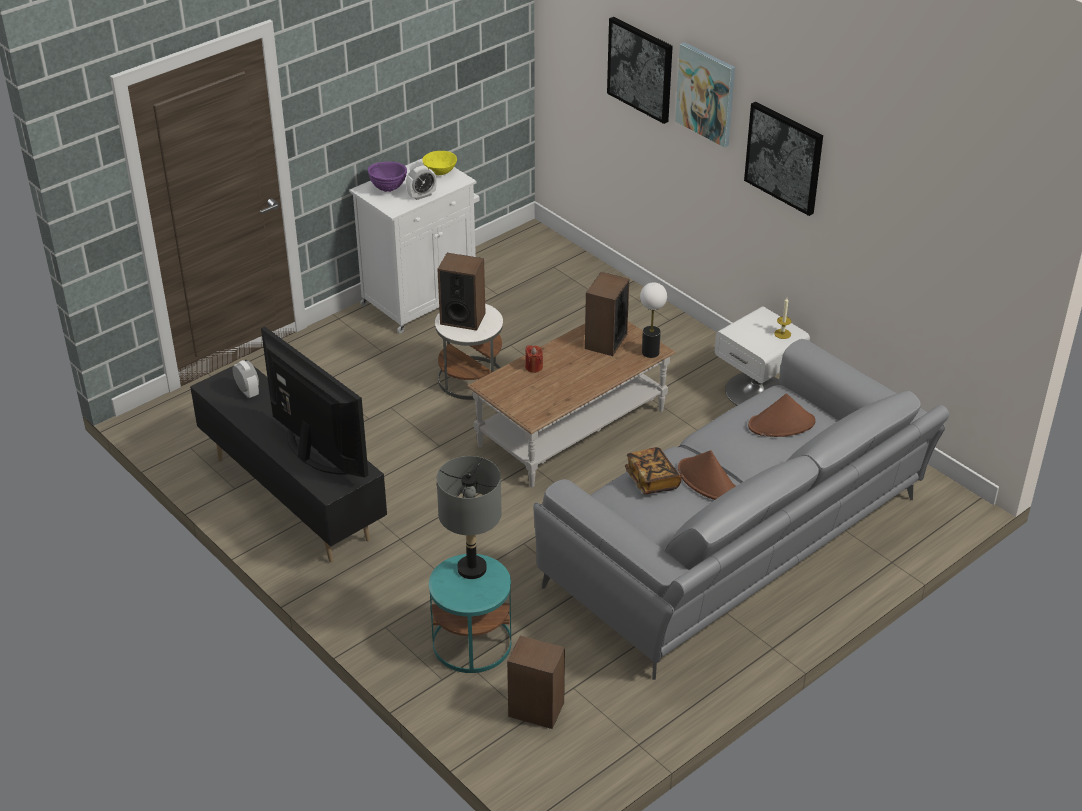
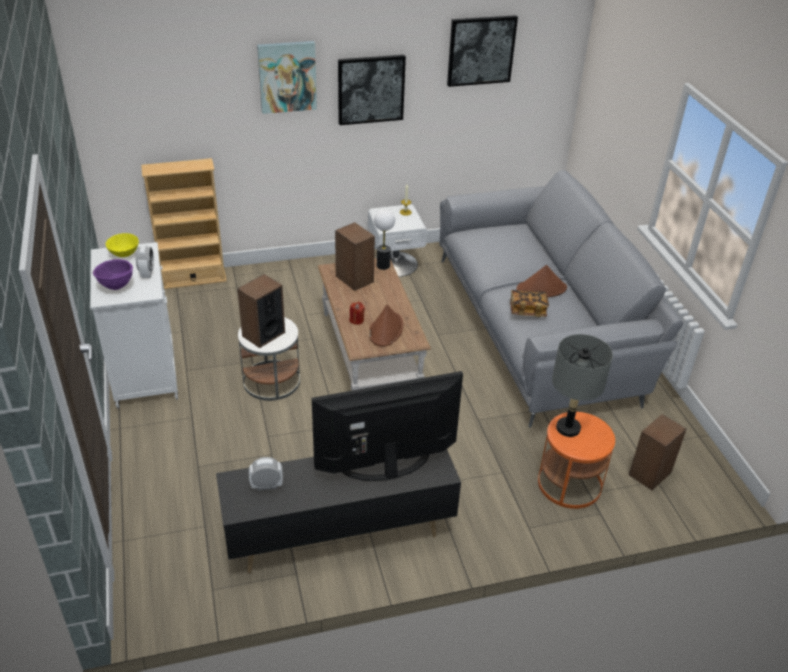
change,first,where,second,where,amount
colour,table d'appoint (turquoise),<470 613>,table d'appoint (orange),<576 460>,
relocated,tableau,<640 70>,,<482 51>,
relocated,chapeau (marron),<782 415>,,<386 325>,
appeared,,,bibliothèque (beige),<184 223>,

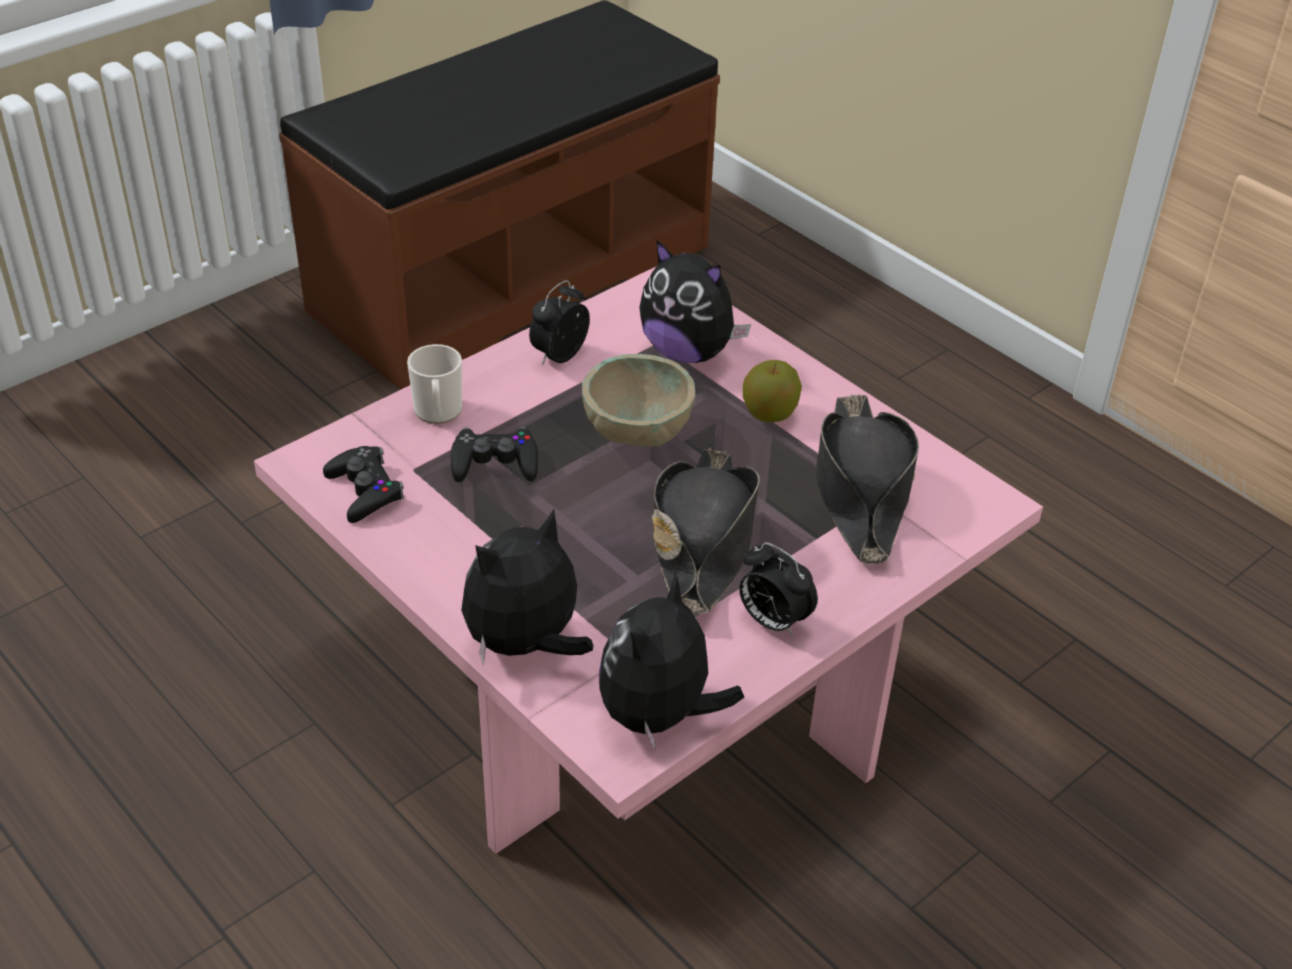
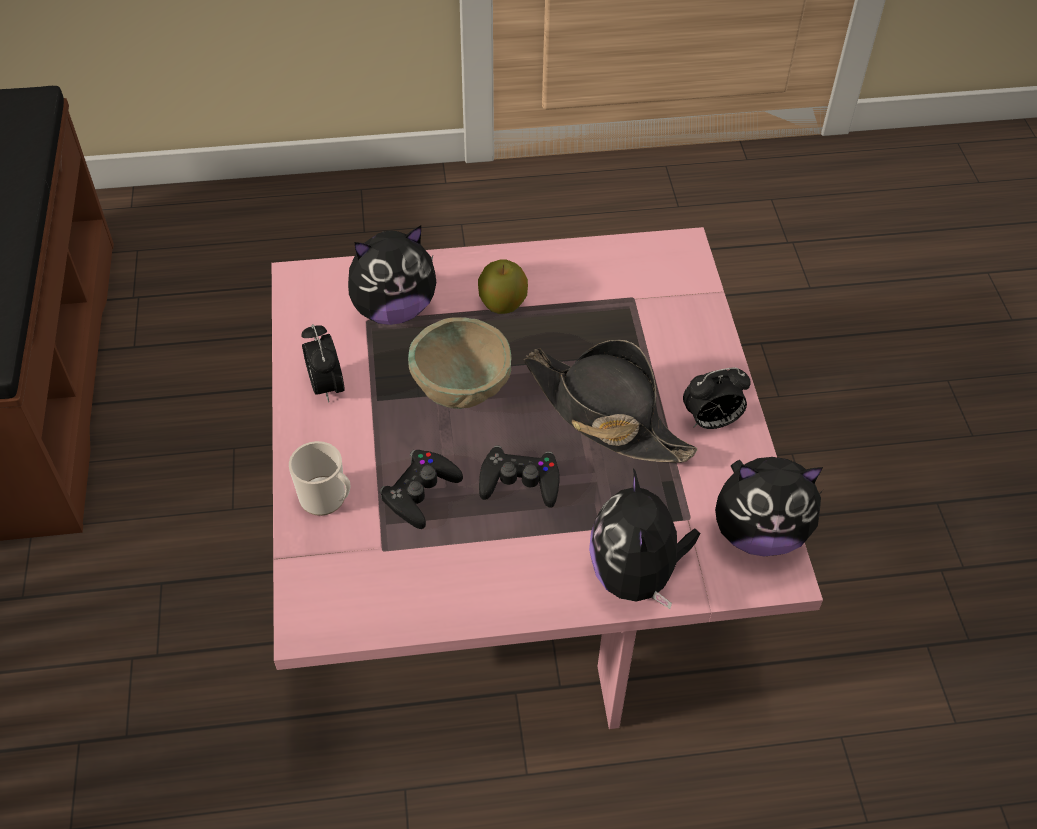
change,first,where,second,where,amount
relocated,manette (noir),<363 484>,,<519 476>,
spun,peluche,<671 661>,,<769 507>,60 degrees counterclockwise
missing,chapeau (noir),<867 479>,,,

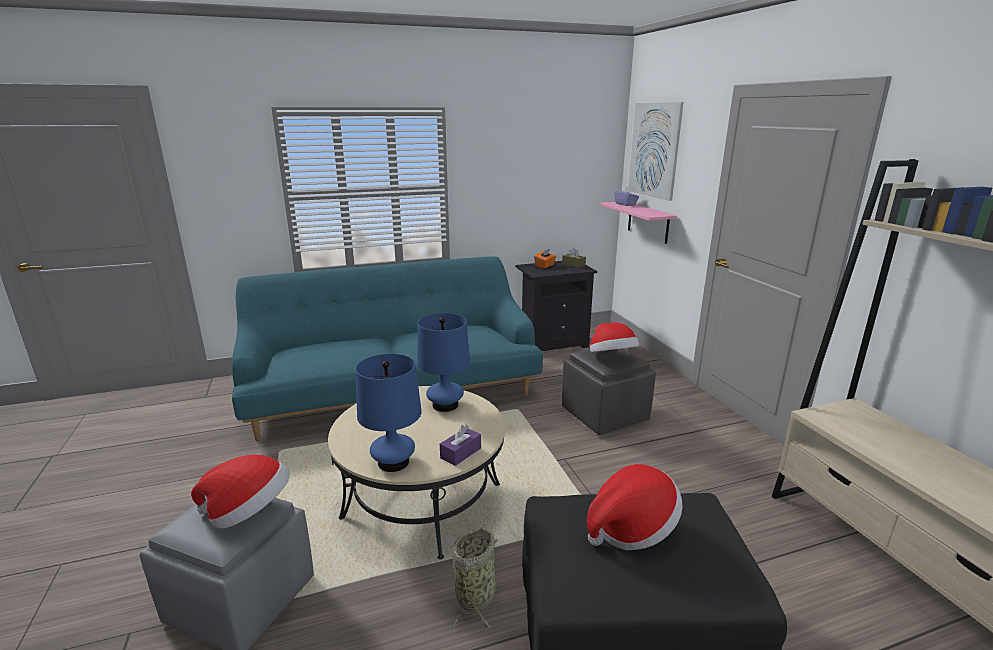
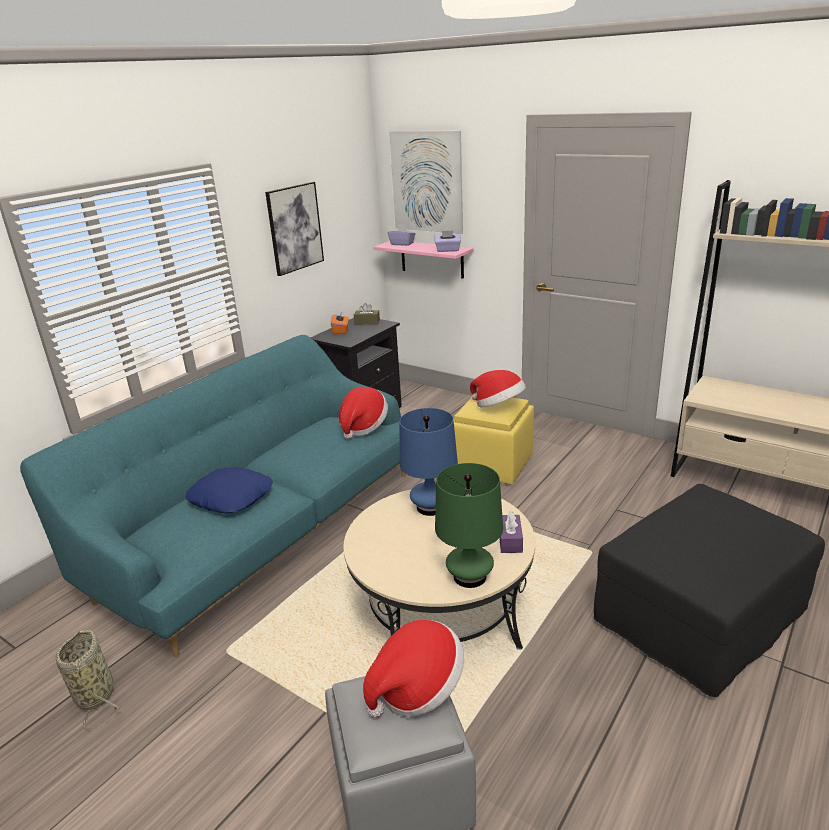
change,first,where,second,where,amount
colour,lampe de table (bleu),<388 413>,lampe de table (vert),<469 525>,
relocated,panier,<474 580>,,<88 680>,
colour,pouf (gris),<609 392>,pouf (jaune),<493 441>,
relocated,chapeau,<635 507>,,<363 413>,
appeared,,,coussin (bleu),<229 490>,
appeared,,,tableau,<294 229>,
appeared,,,boîte à mouchoirs (violet),<447 241>,

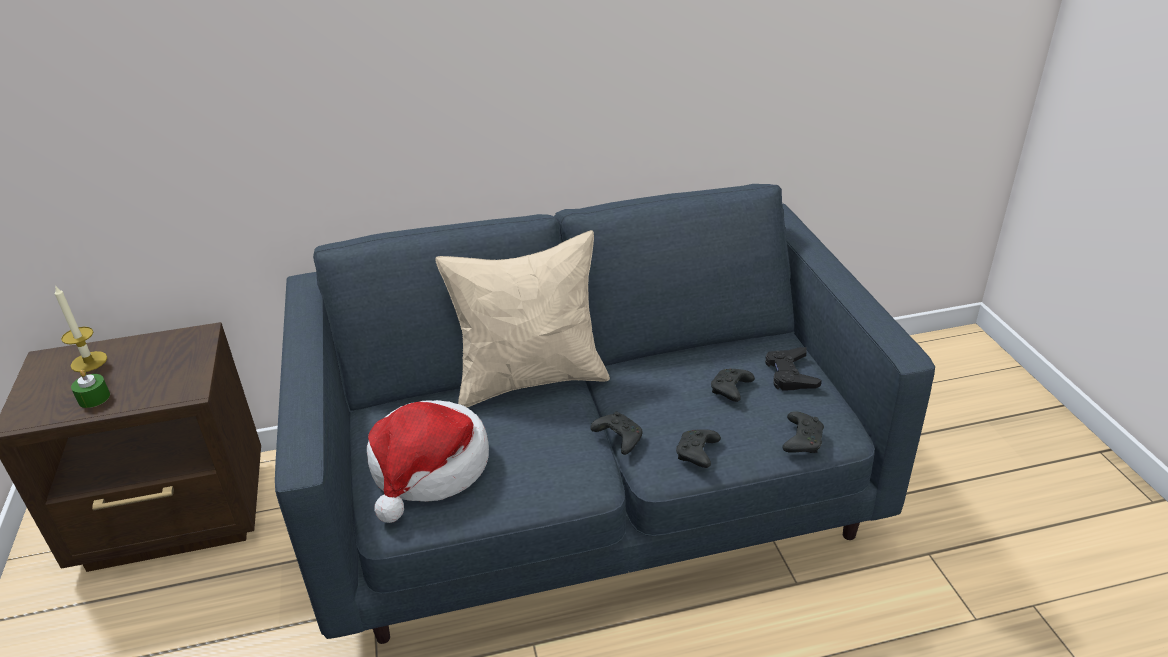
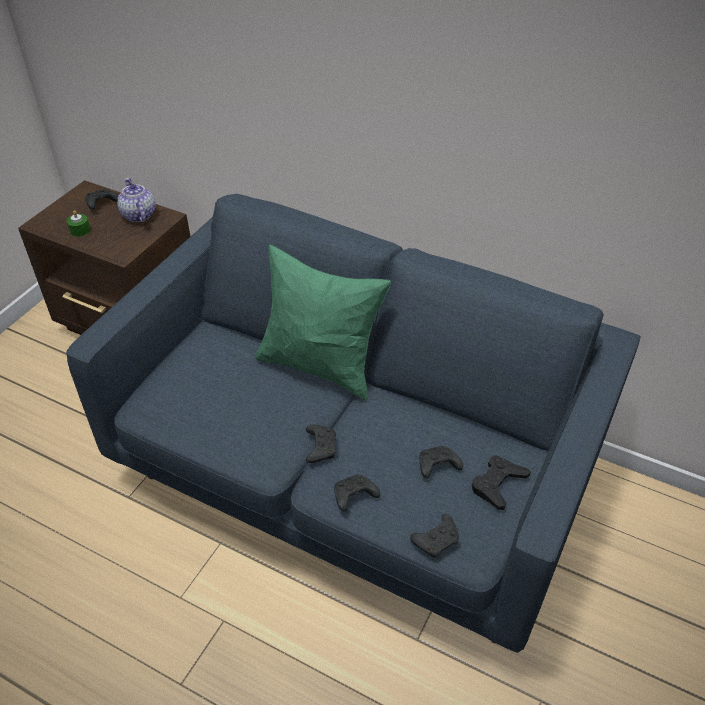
change,first,where,second,where,amount
exchanged,bougie,<81 328>,manette (noir),<102 200>,
missing,chapeau,<428 461>,,,
colour,coussin (beige),<522 318>,coussin (vert),<323 322>,
appeared,,,théière,<136 200>,

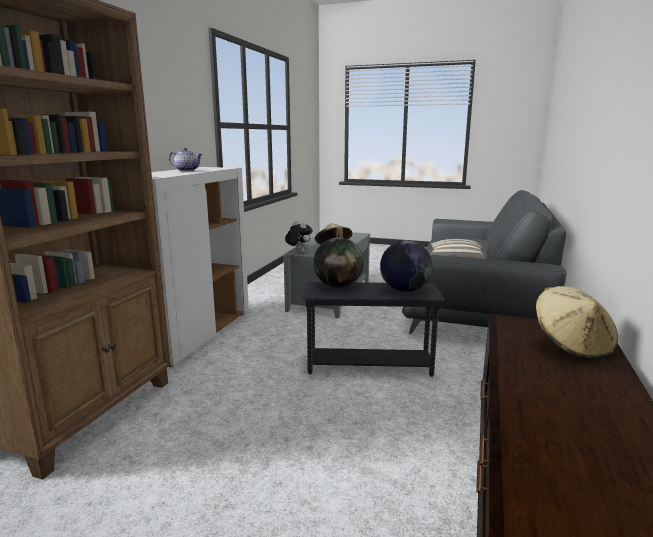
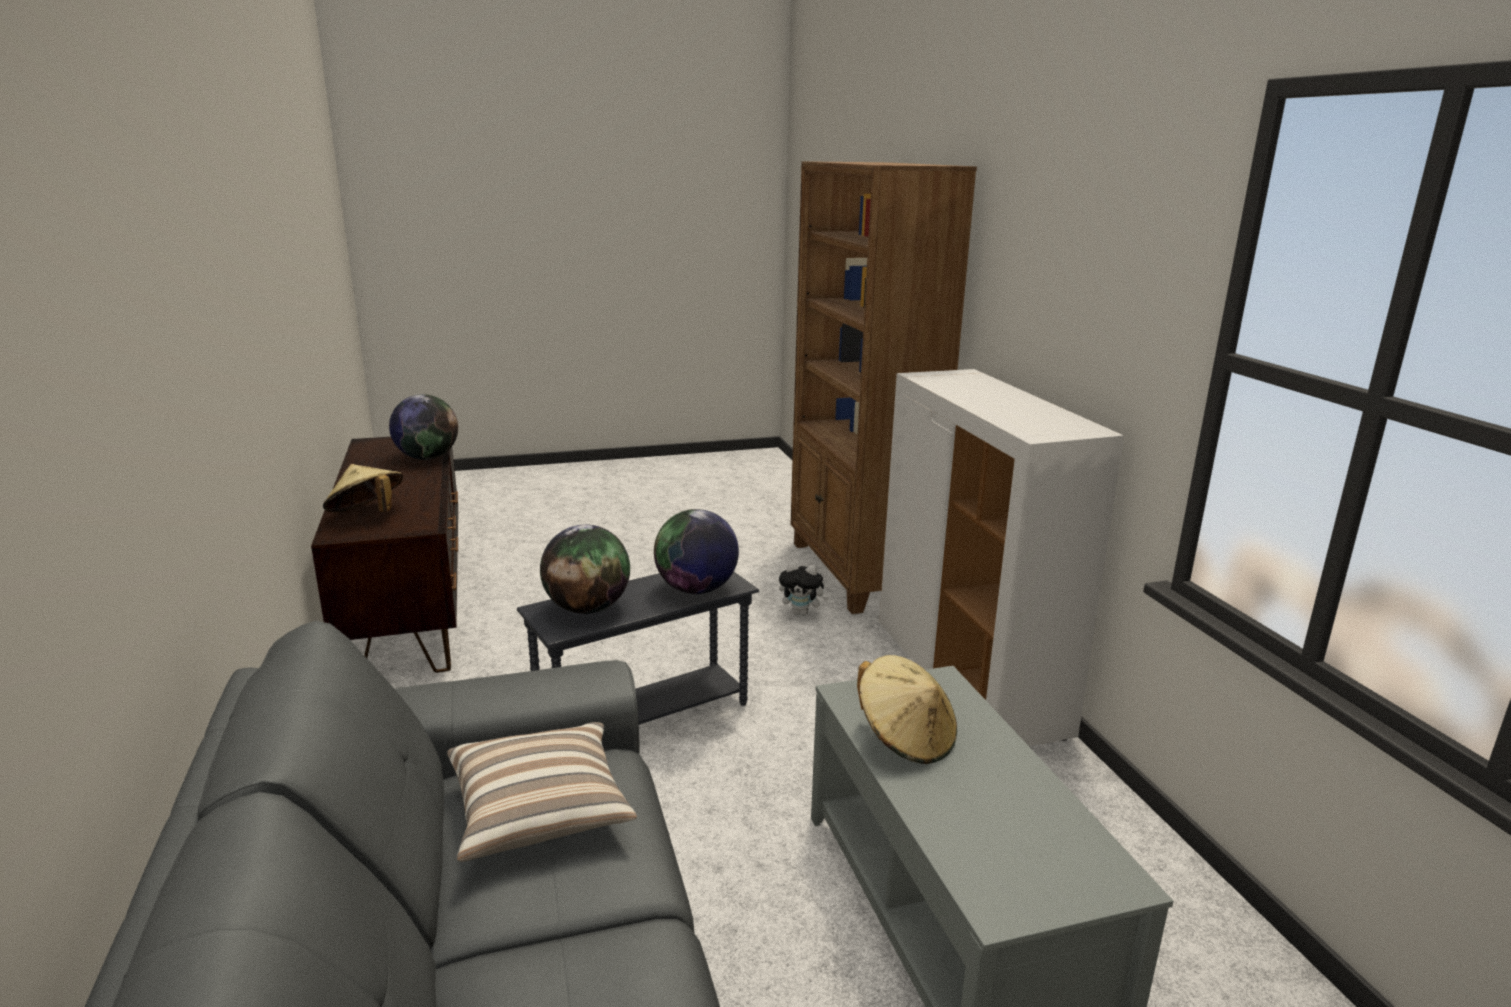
change,first,where,second,where,amount
missing,théière,<186 159>,,,
relocated,peluche,<299 237>,,<804 589>,
appeared,,,globe,<423 427>,

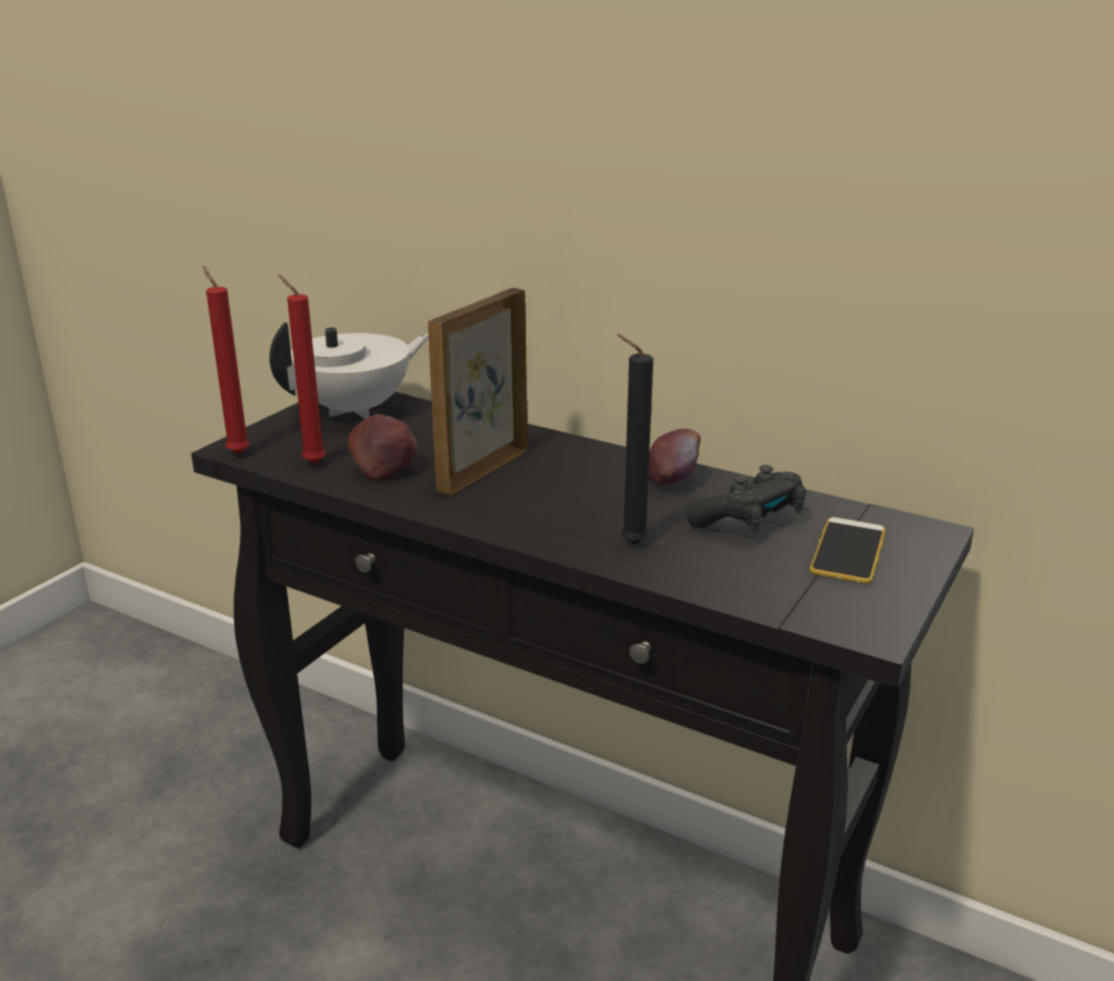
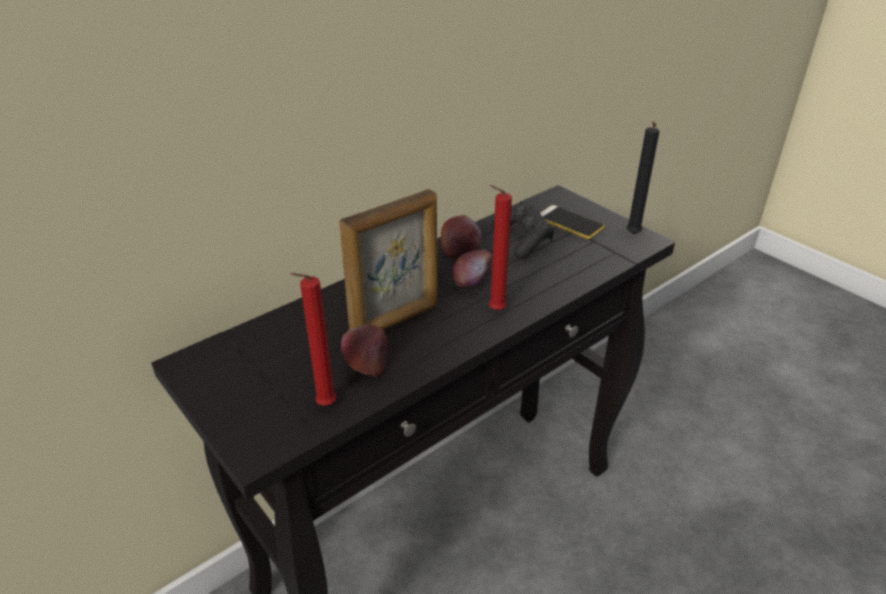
change,first,where,second,where,amount
relocated,bougie (rouge),<226 359>,,<500 247>,
missing,théière (blanc),<349 370>,,,
spun,cadre photo,<478 391>,,<388 259>,90 degrees counterclockwise
relocated,bougie (noir),<634 439>,,<643 178>,
appeared,,,pomme,<472 268>,

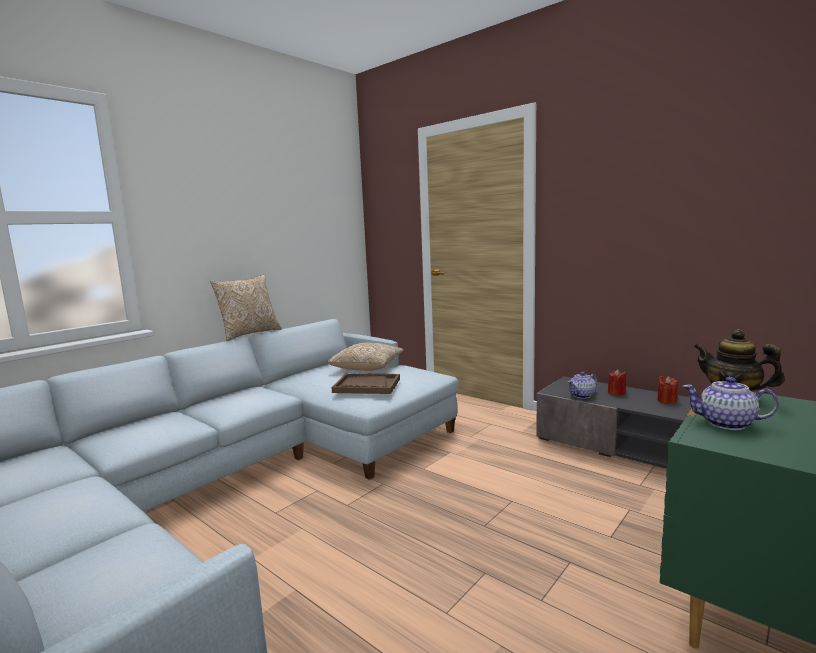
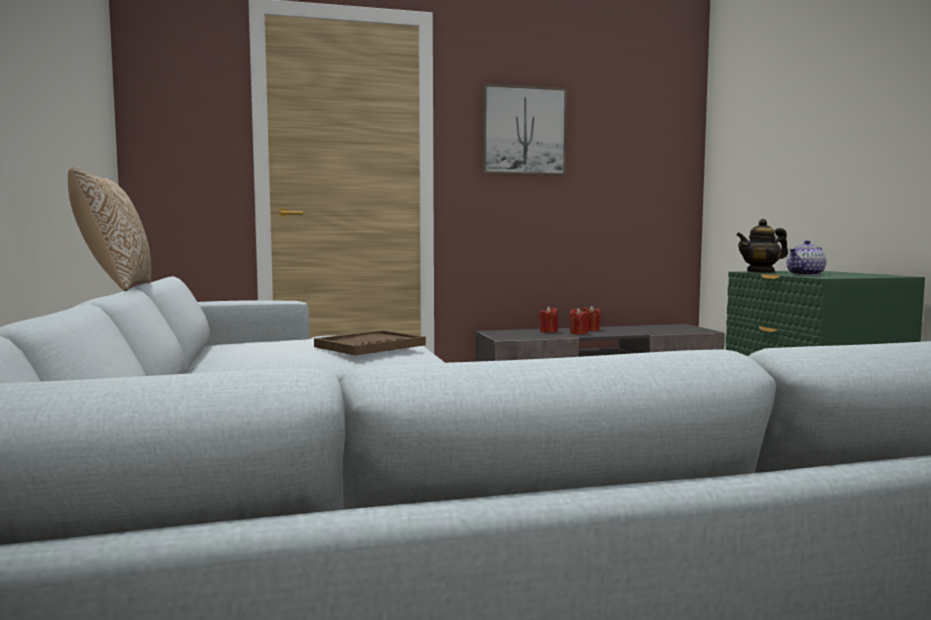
change,first,where,second,where,amount
missing,coussin,<365 357>,,,
missing,théière,<582 385>,,,
appeared,,,tableau,<525 130>,
appeared,,,bougie (rouge),<578 321>,

